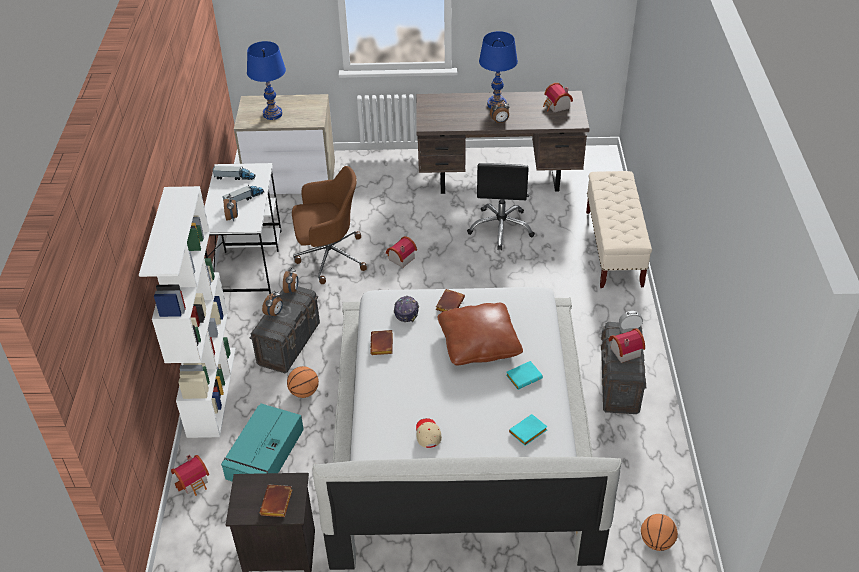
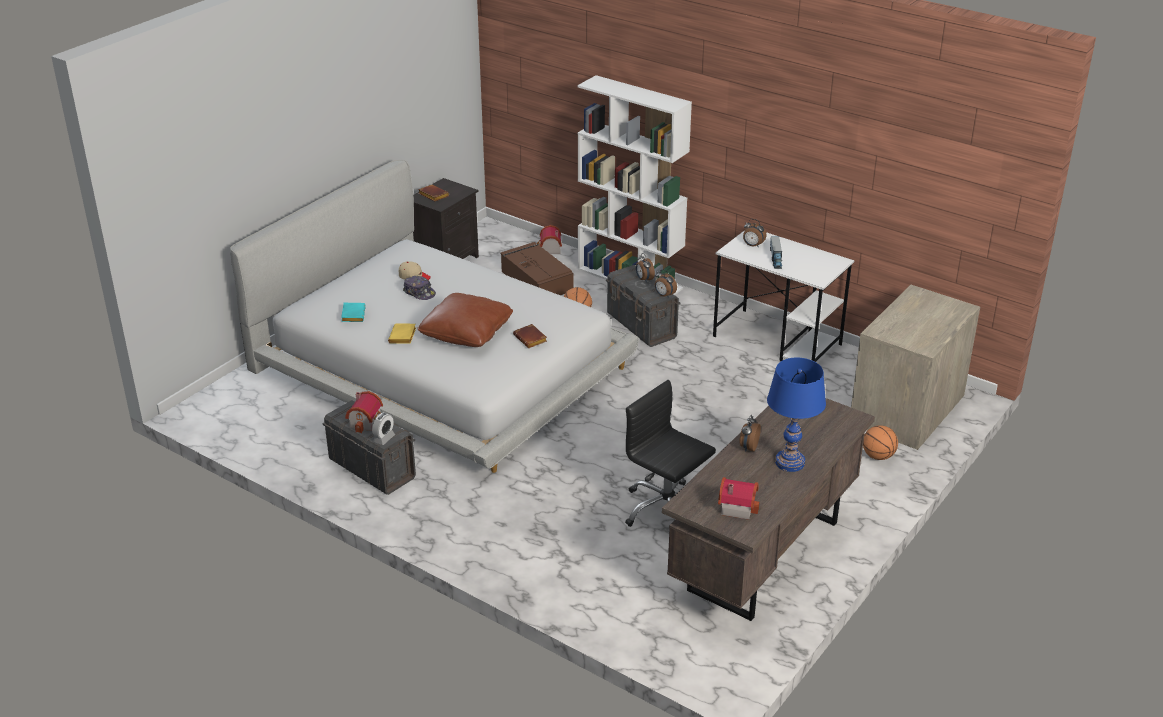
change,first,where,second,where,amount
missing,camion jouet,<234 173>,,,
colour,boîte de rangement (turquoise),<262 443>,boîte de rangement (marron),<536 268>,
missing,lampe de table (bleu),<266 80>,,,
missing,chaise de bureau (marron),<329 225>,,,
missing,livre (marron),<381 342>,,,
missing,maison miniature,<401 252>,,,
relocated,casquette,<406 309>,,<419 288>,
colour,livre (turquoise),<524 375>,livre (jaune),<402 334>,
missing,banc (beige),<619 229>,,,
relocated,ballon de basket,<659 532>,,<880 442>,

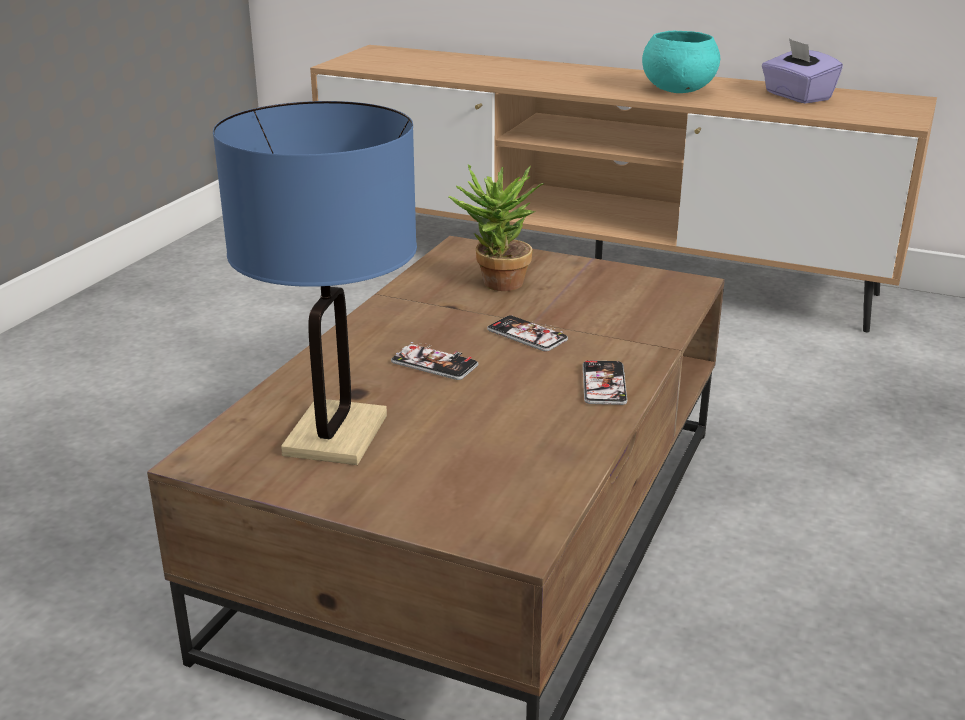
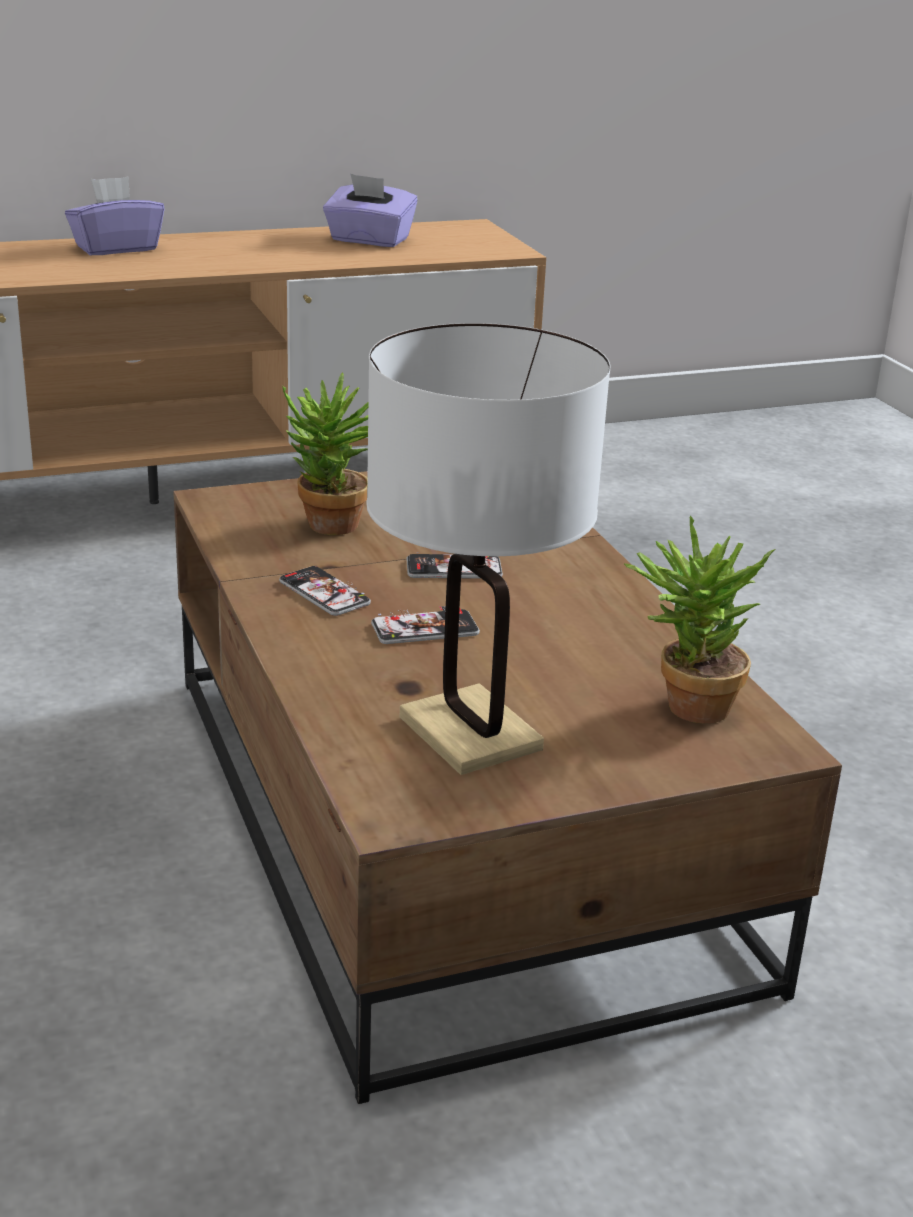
change,first,where,second,where,amount
colour,lampe de table (bleu),<315 283>,lampe de table (blanc),<488 549>,
relocated,téléphone,<605 382>,,<325 590>,
missing,bol (turquoise),<681 62>,,,
appeared,,,boîte à mouchoirs (violet),<115 215>,
appeared,,,plante en pot,<699 619>,

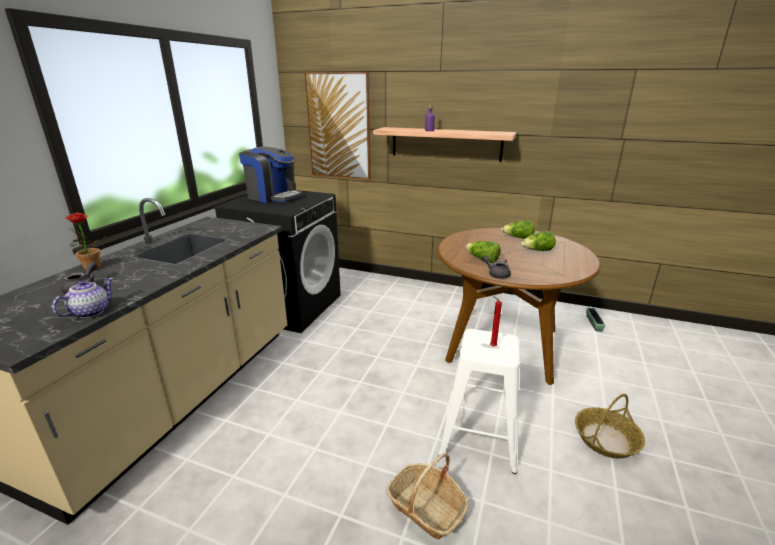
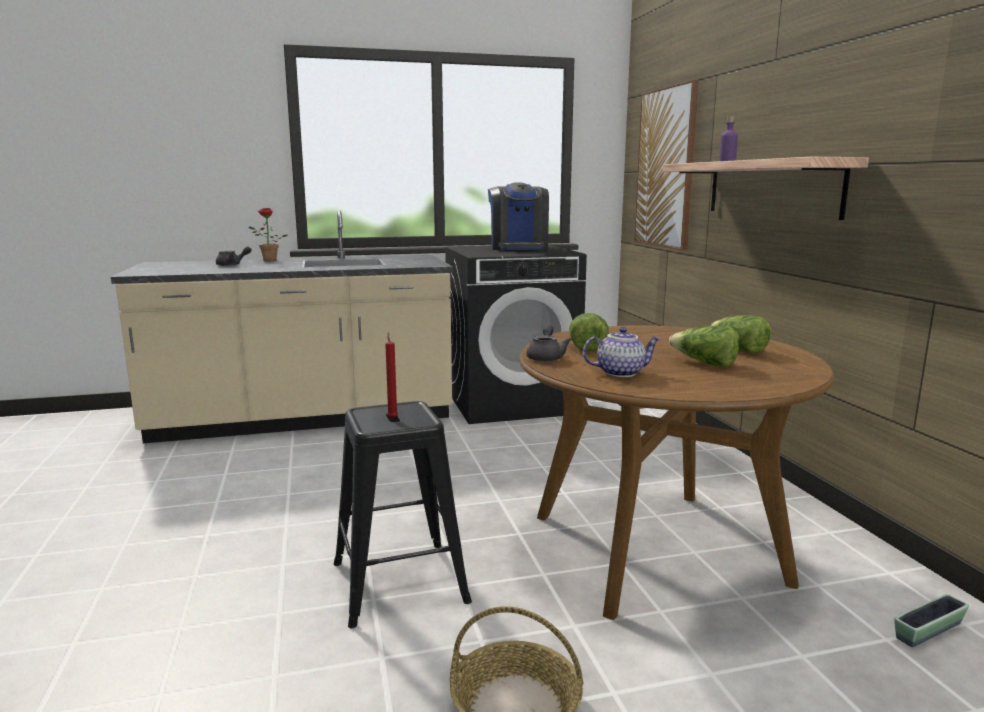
change,first,where,second,where,amount
relocated,théière,<83 298>,,<622 352>,
missing,panier,<427 496>,,,
colour,tabouret (blanc),<479 401>,tabouret (noir),<402 514>,

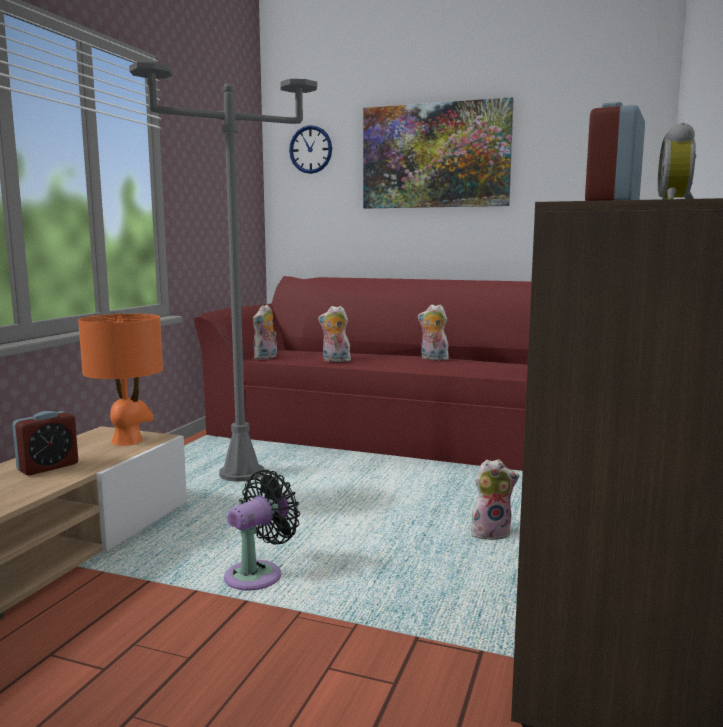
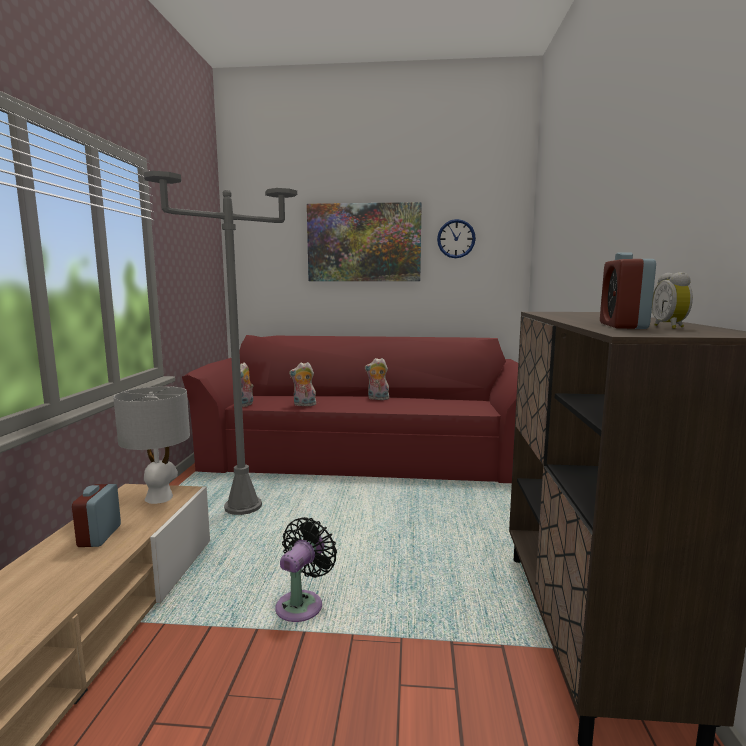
change,first,where,second,where,amount
spun,réveil,<45 443>,,<96 515>,150 degrees clockwise
colour,lampe de table (orange),<120 380>,lampe de table (gris),<151 445>,
relocated,horloge murale,<310 149>,,<456 238>,
missing,peluche,<495 499>,,,

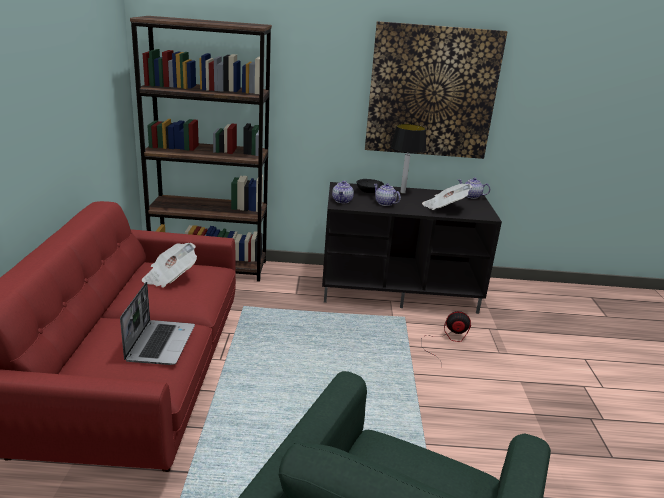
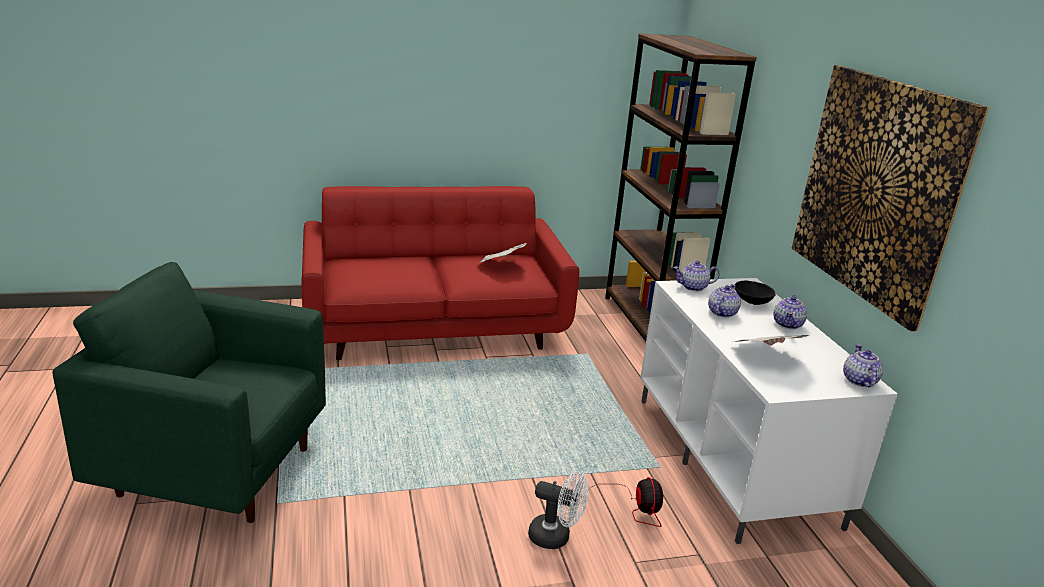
change,first,where,second,where,amount
missing,ordinateur portable,<157 323>,,,
colour,meuble télé (noir),<412 248>,meuble télé (blanc),<769 411>,
exchanged,lampe de table,<408 159>,théière,<790 312>,
appeared,,,ventilateur (blanc),<558 510>,

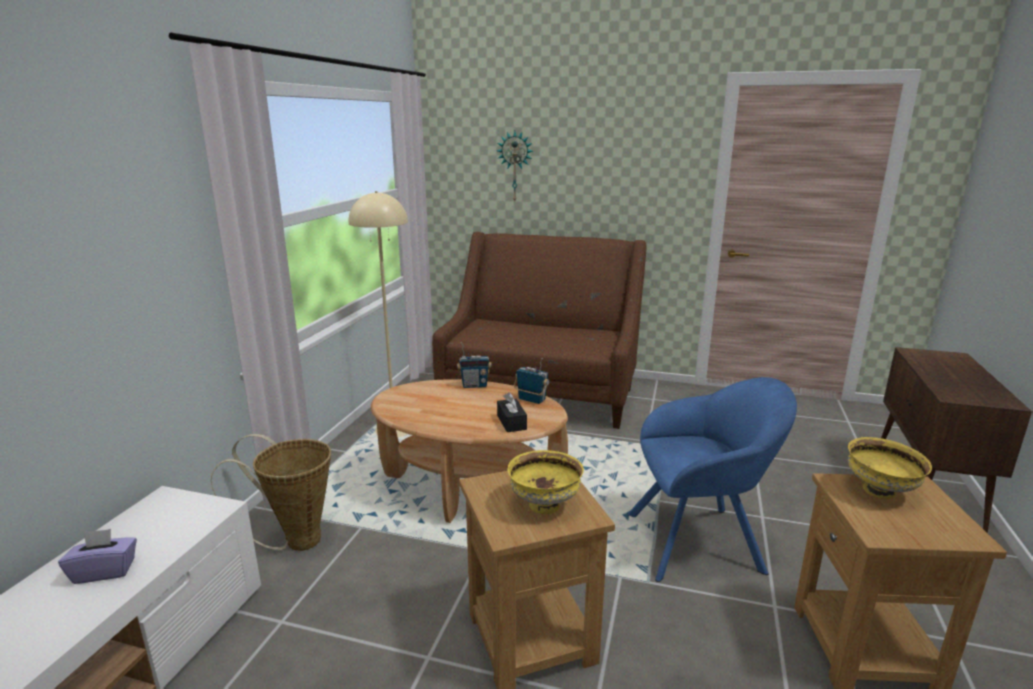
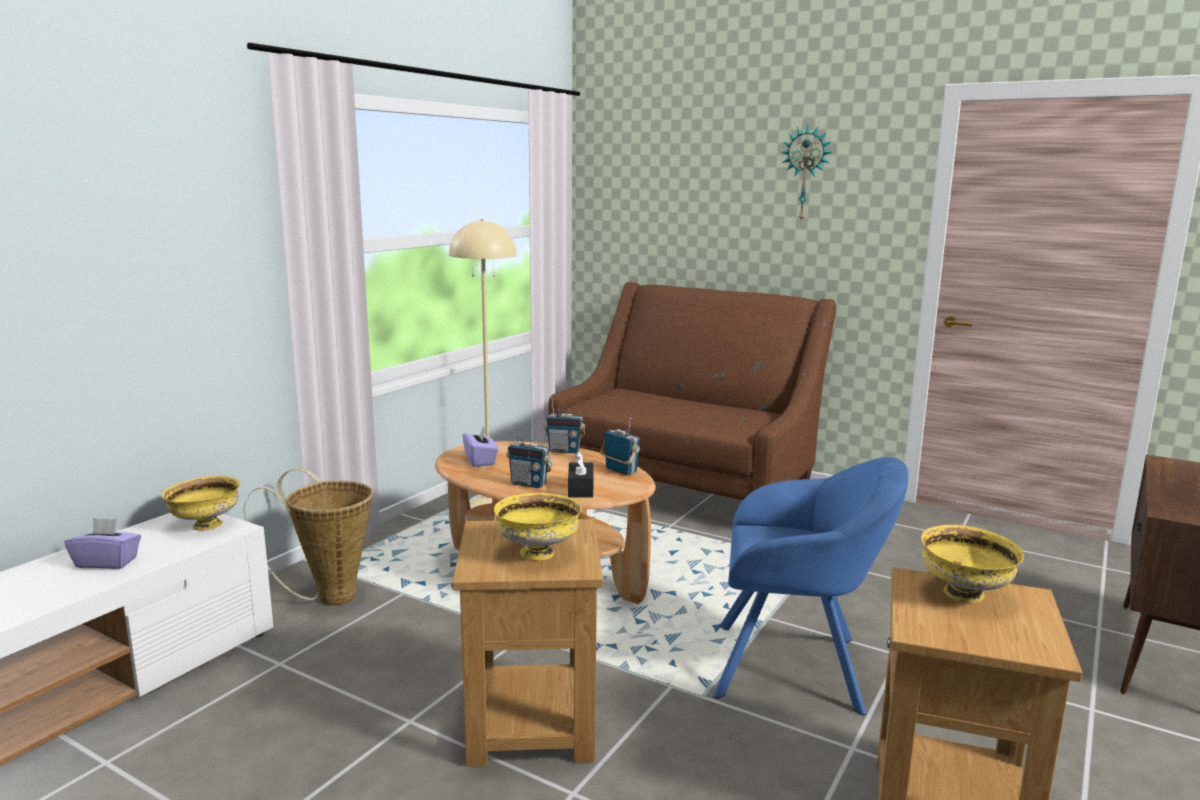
change,first,where,second,where,amount
relocated,horloge murale,<515 166>,,<806 173>,
appeared,,,bol (jaune),<201 503>,
appeared,,,boîte à mouchoirs (violet),<480 447>,
appeared,,,radio,<529 455>,

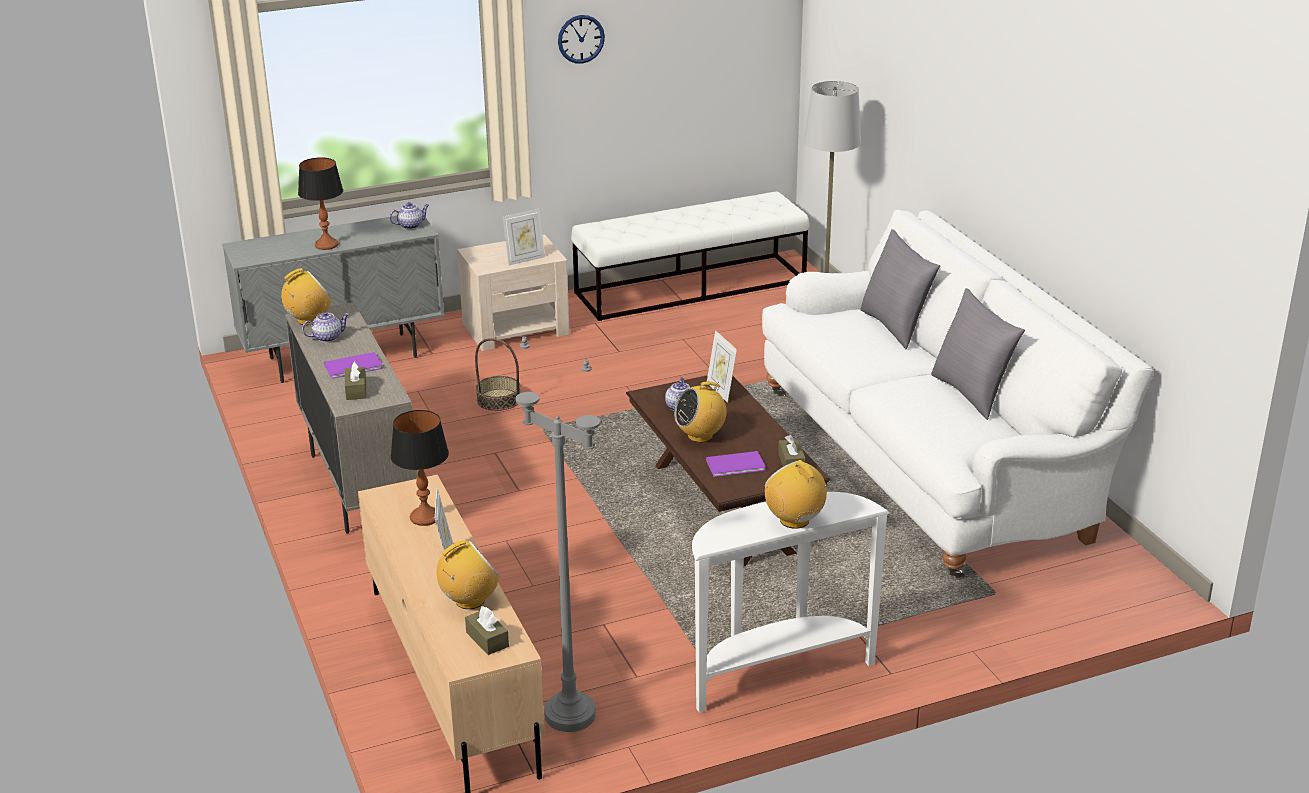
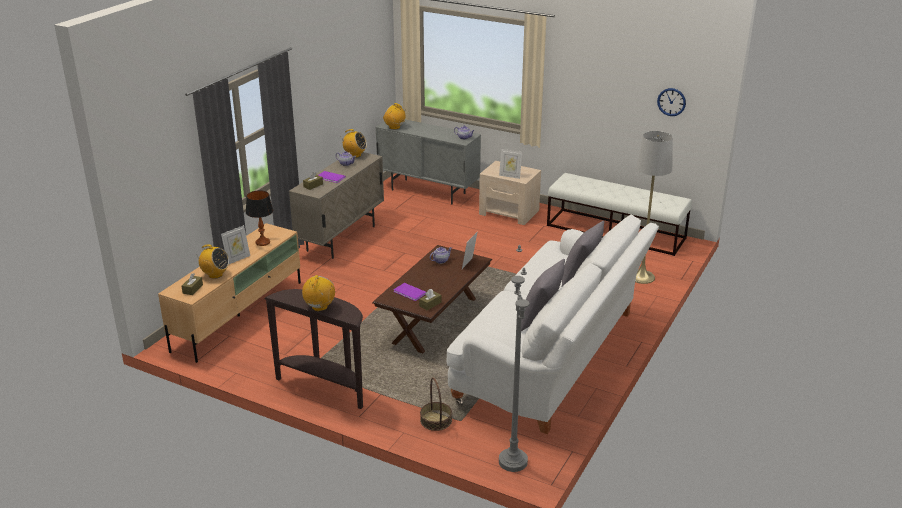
change,first,where,second,where,amount
missing,lampe de table,<320 203>,,,
relocated,panier,<497 374>,,<436 404>,
relocated,lampadaire (gris),<558 534>,,<514 358>,
relocated,horloge murale,<581 39>,,<671 102>,
relocated,radio,<700 411>,,<395 116>,
colour,table console (blanc),<791 602>,table console (marron),<313 349>,

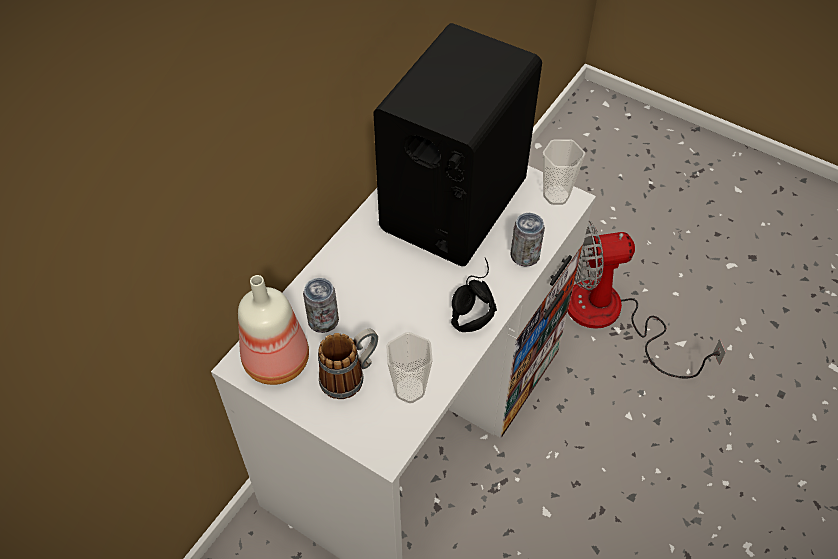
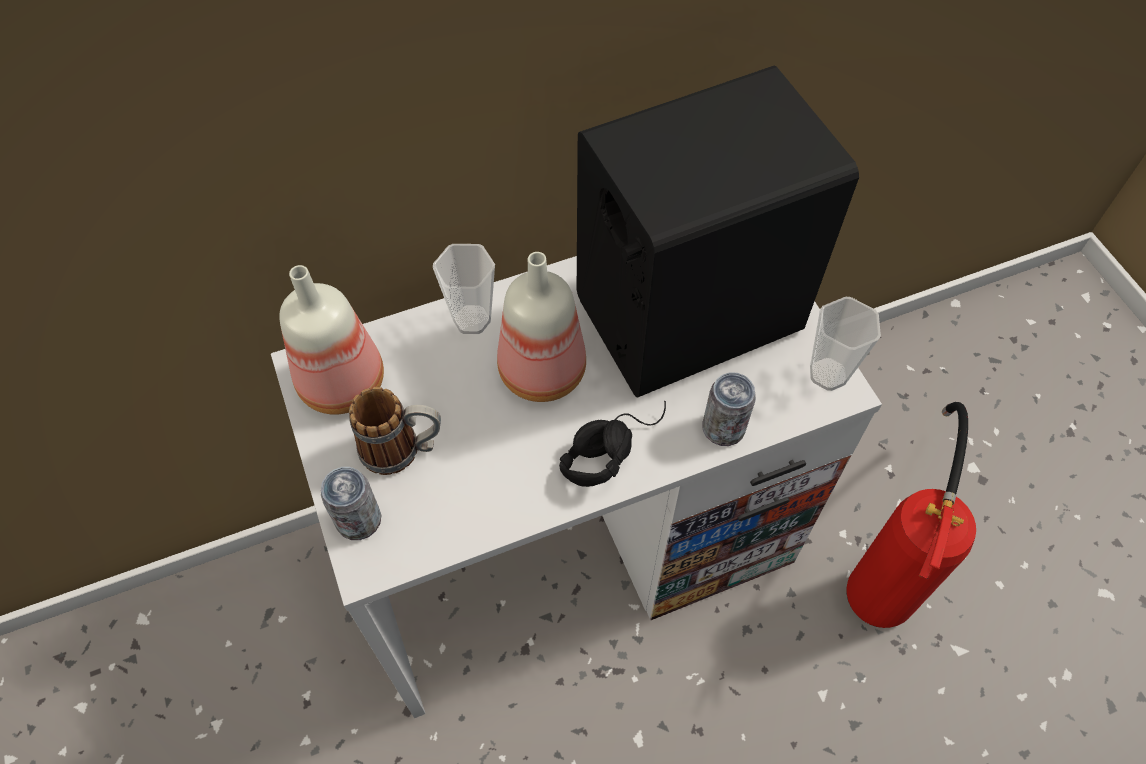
change,first,where,second,where,amount
relocated,boîte métallique,<321 305>,,<351 503>,
relocated,tasse,<409 367>,,<464 289>,
exchanged,ventilateur,<647 299>,extincteur,<911 515>,
appeared,,,bouteille,<541 327>,

